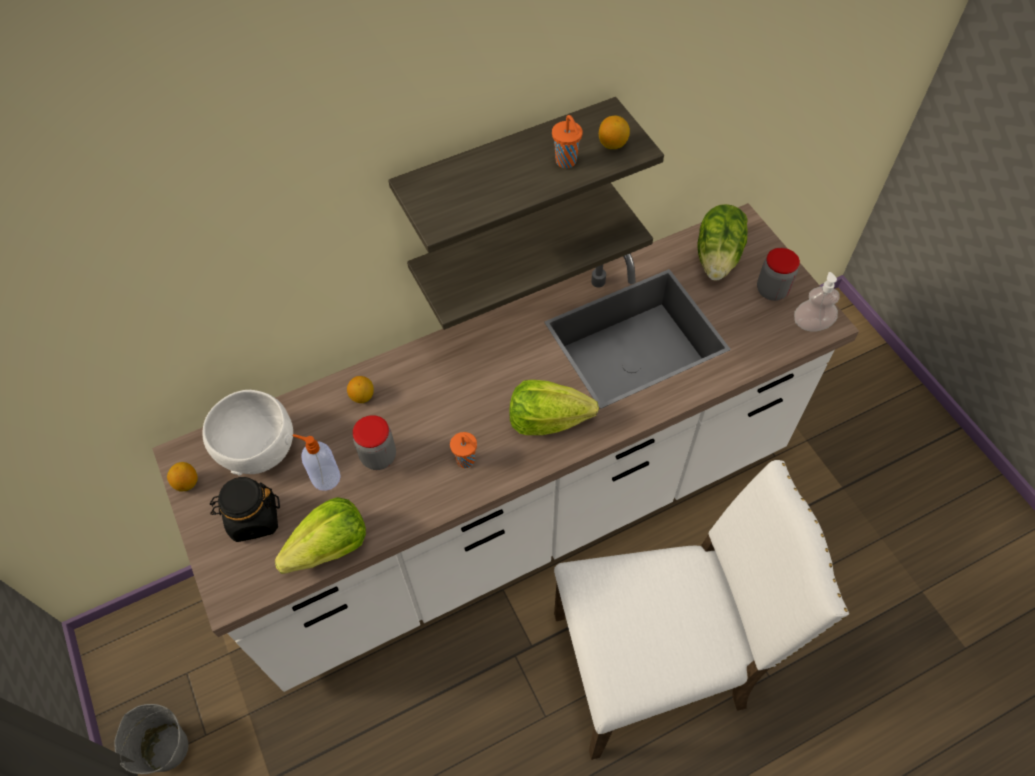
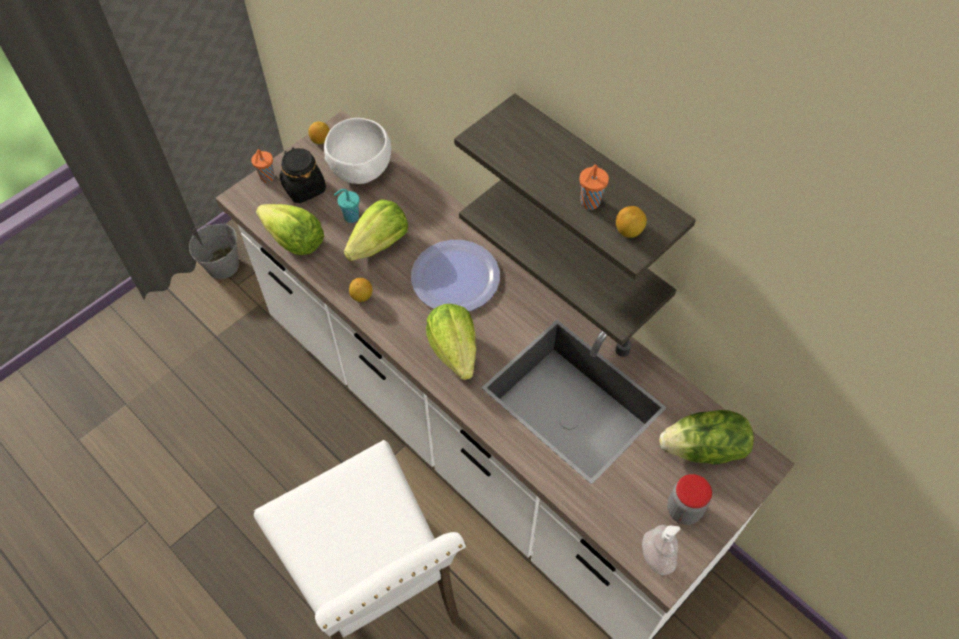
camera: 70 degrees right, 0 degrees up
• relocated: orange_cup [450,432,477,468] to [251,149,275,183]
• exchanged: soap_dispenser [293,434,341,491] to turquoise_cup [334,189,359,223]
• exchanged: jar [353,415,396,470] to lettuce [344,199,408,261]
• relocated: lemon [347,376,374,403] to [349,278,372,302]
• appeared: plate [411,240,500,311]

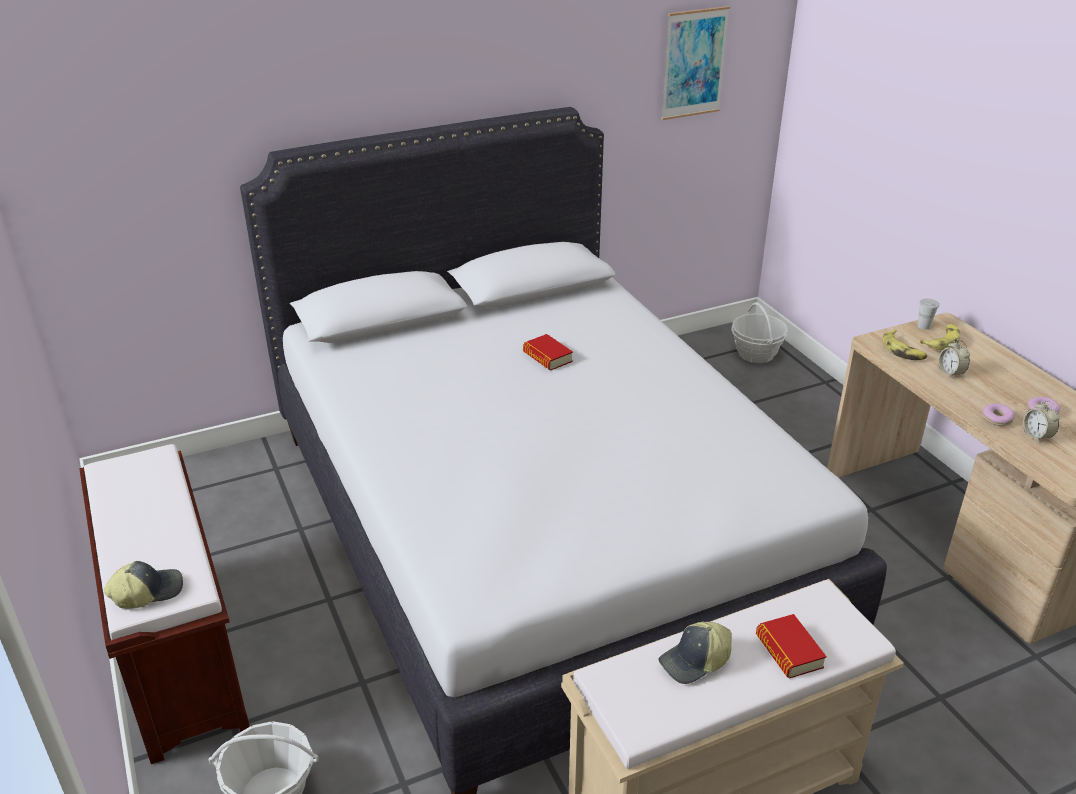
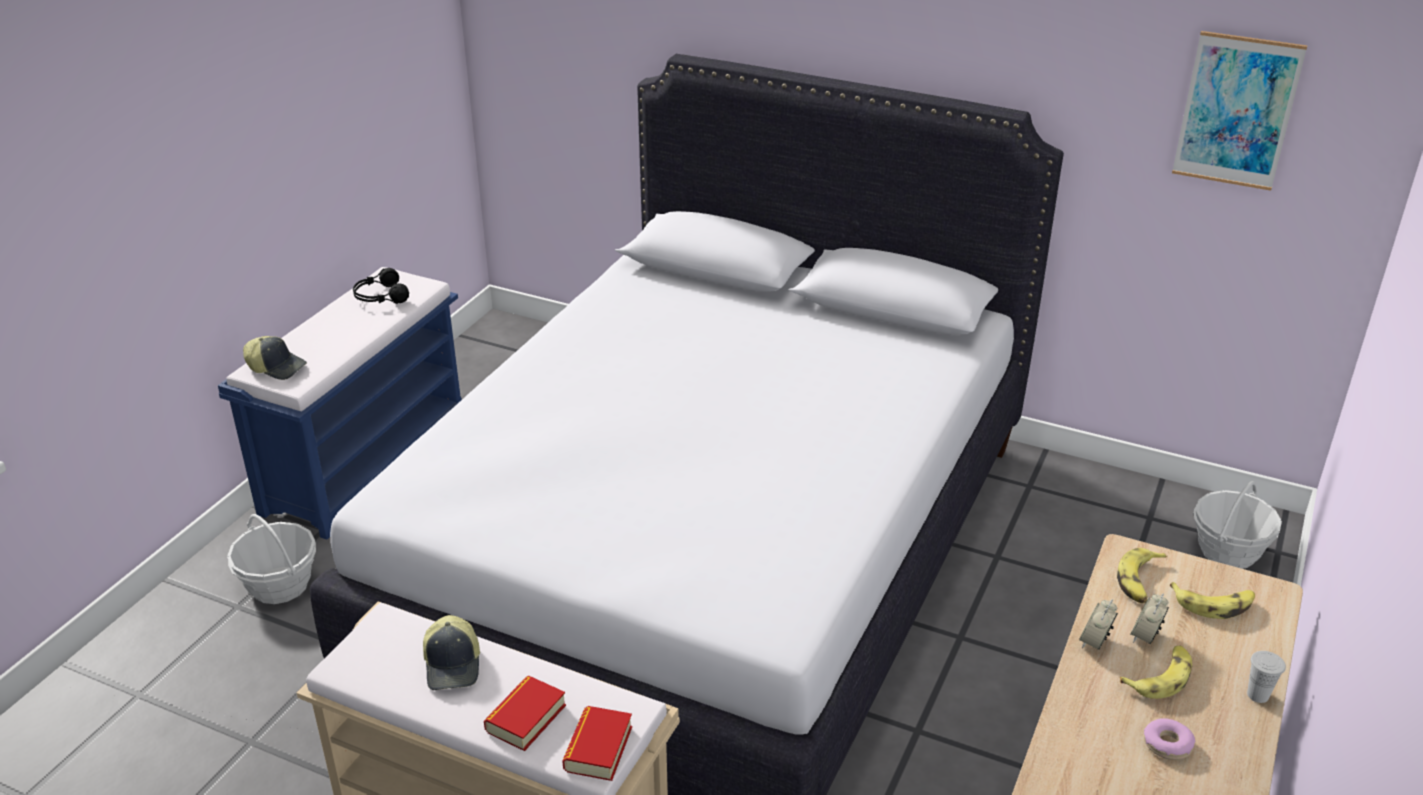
camera: 50 degrees right, 0 degrees up
• colour: brown_bench [79,444,250,764] to blue_bench [218,267,462,540]
• appeared: black_headphones [353,268,409,304]
• spun: cap [658,622,732,684] = [423,615,480,690] 120 degrees counterclockwise
• relocated: book [523,334,573,371] to [562,706,632,781]
• relocated: alarm_clock [1023,400,1060,443] to [1079,600,1118,650]
• appeared: banana [1120,646,1192,699]
• relocated: white_cup [918,299,939,330] to [1247,651,1286,703]
• missing: donut [982,403,1015,426]

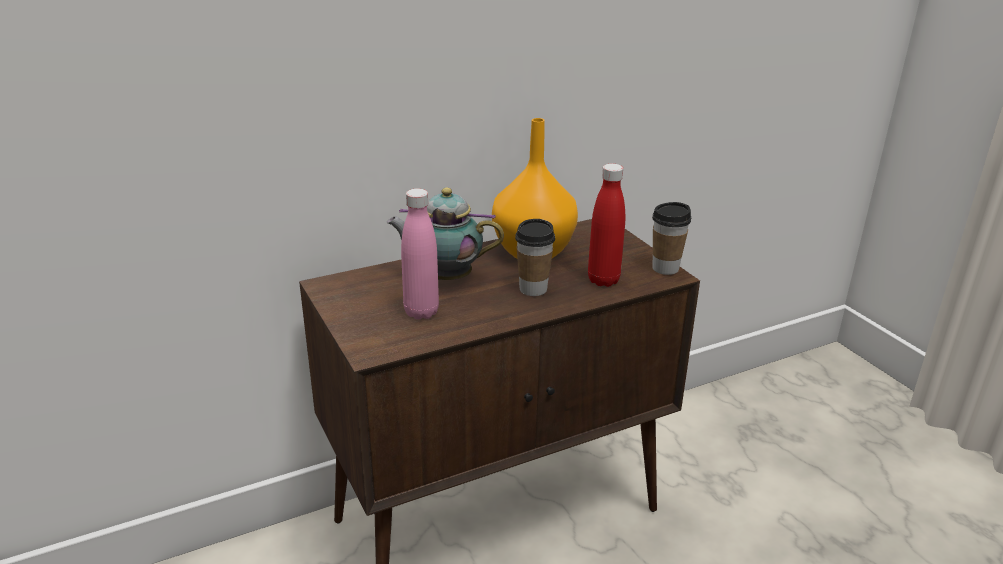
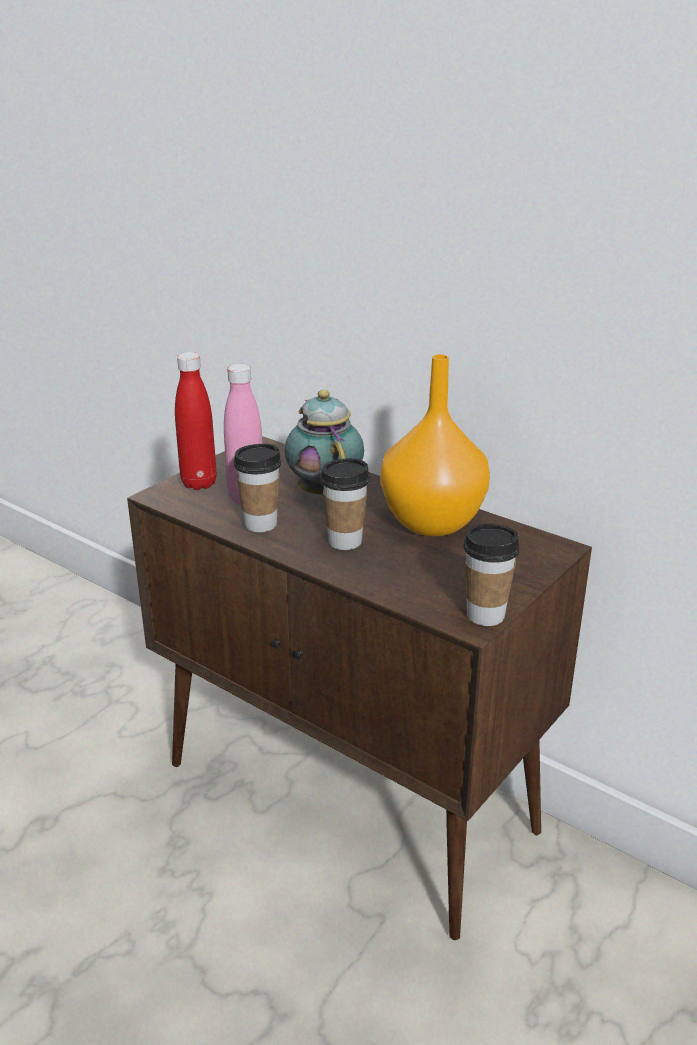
camera: 65 degrees right, 0 degrees up
• relocated: red_bottle [588,164,625,287] to [175,352,217,490]
• appeared: cup [234,444,281,532]

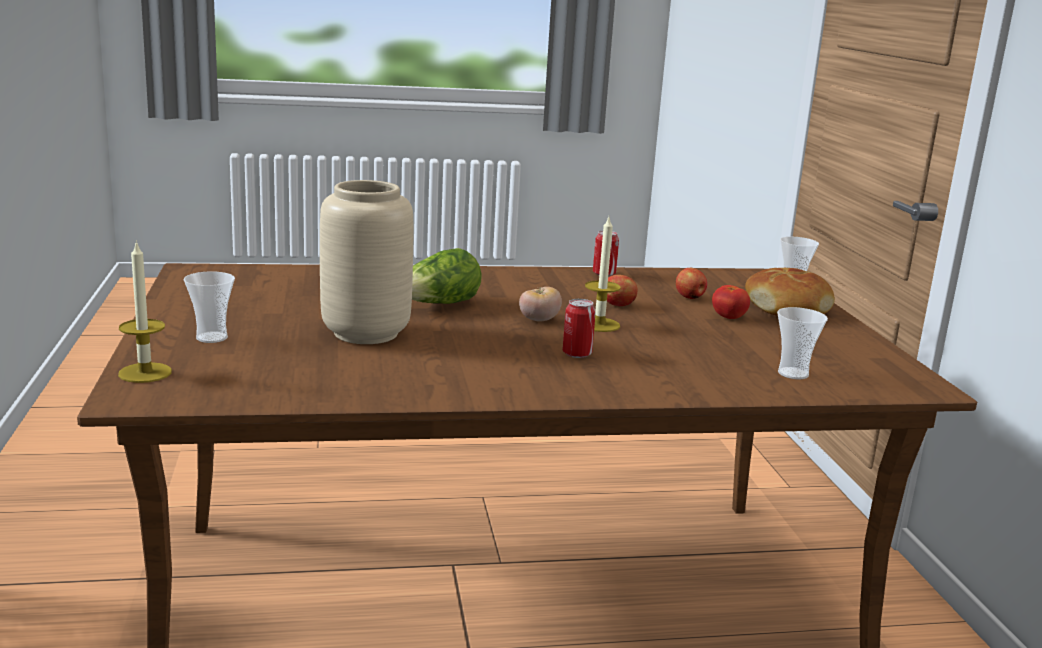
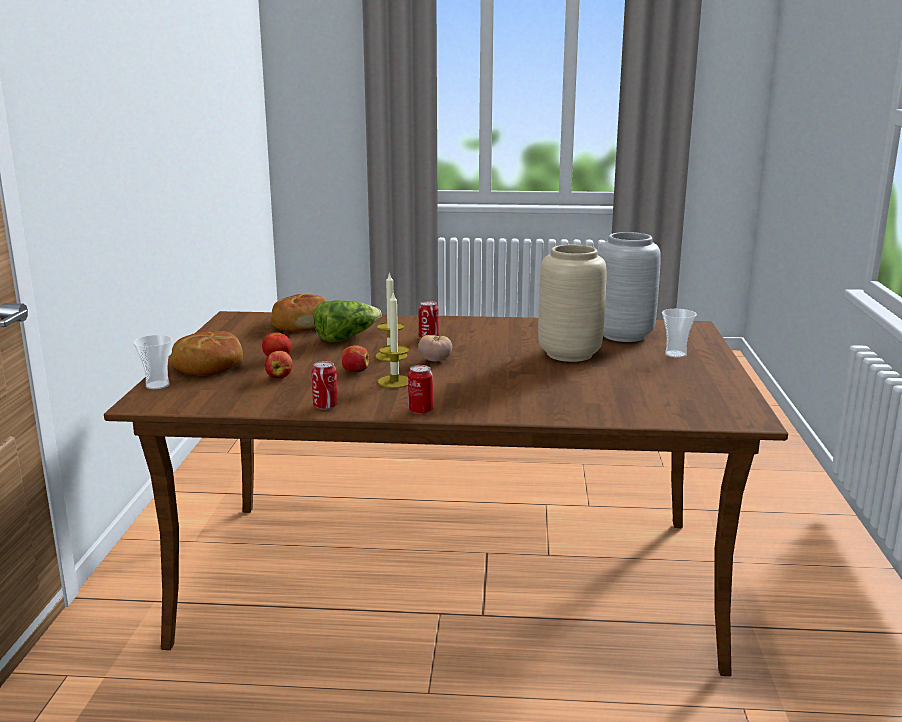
camera: 165 degrees left, 0 degrees up
• exchanged: cup [777,307,828,379] to bread [271,294,328,331]
• relocated: lettuce [412,248,482,304] to [313,300,382,342]
• relocated: candle [118,240,172,383] to [378,293,409,388]
• appeared: can [408,365,433,414]
• appeared: grey_vase [598,232,661,342]

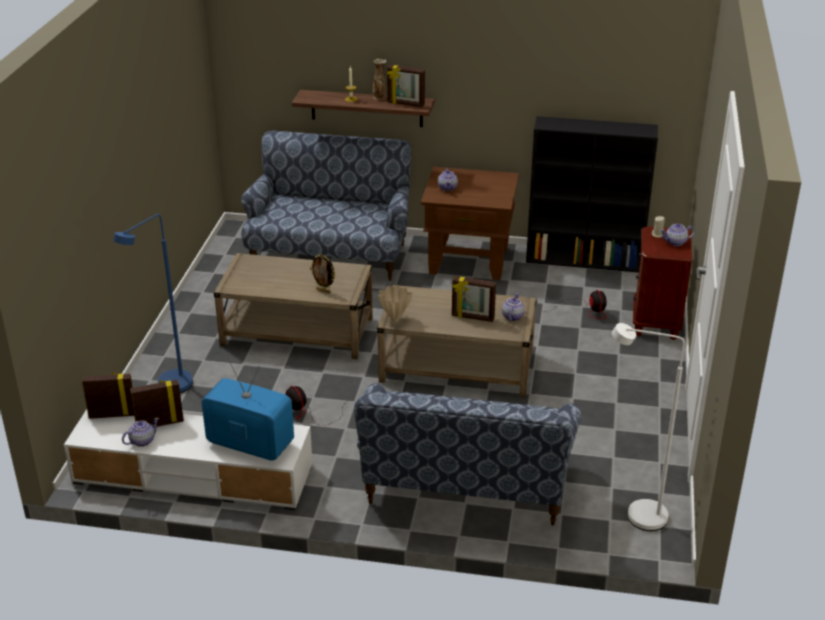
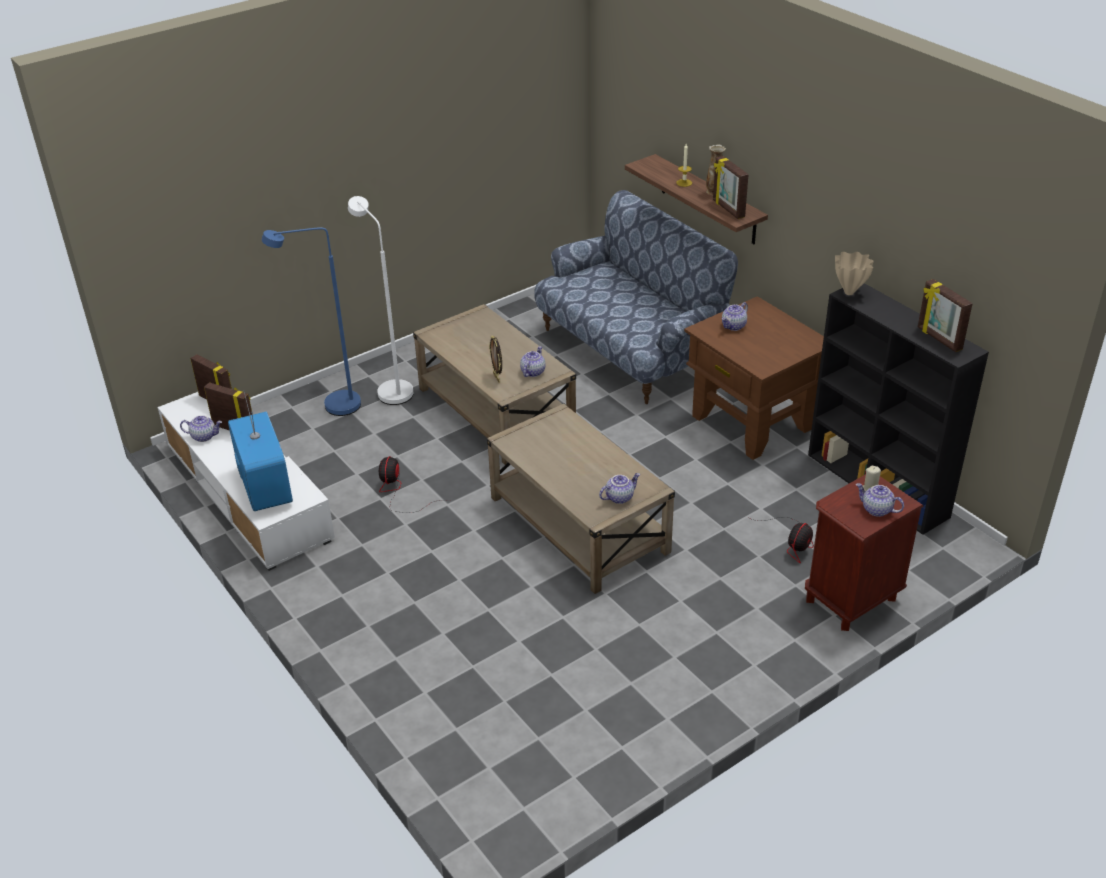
camera: 45 degrees right, 5 degrees up
• relocated: white_floor_lamp [612,323,685,531] to [348,196,414,405]
• appeared: teapot [520,346,546,377]
• relocated: beige_vase [378,285,412,322] to [835,252,874,295]
• relocated: picture_frame [452,276,496,322] to [918,279,973,352]
• missing: sofa [354,383,582,525]

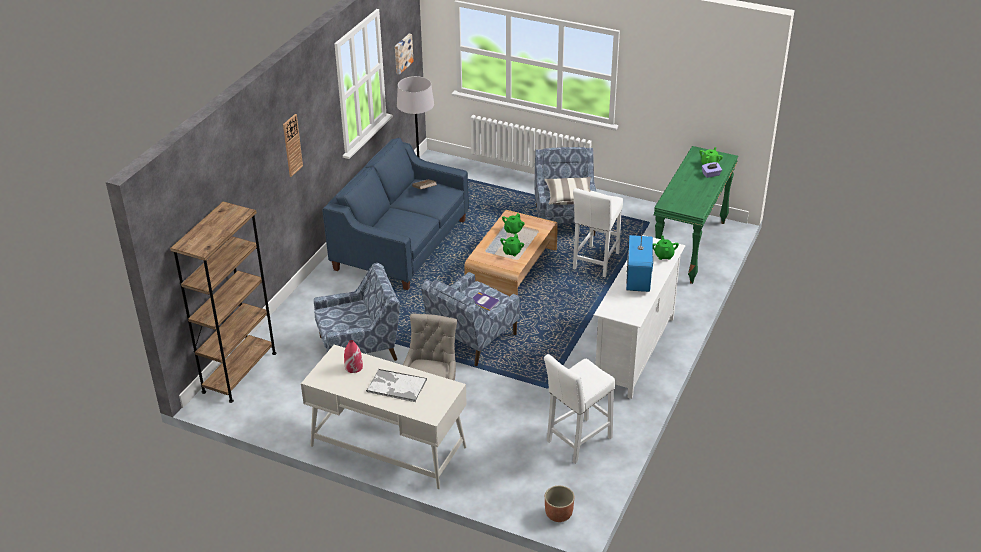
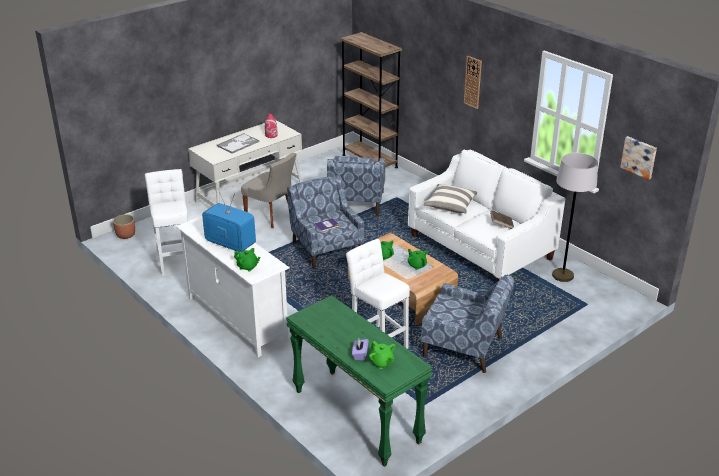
camera: 115 degrees right, 5 degrees down
• colour: blue_sofa [322,138,469,290] to white_sofa [408,150,565,281]
• relocated: pillow [545,177,591,205] to [423,184,477,213]

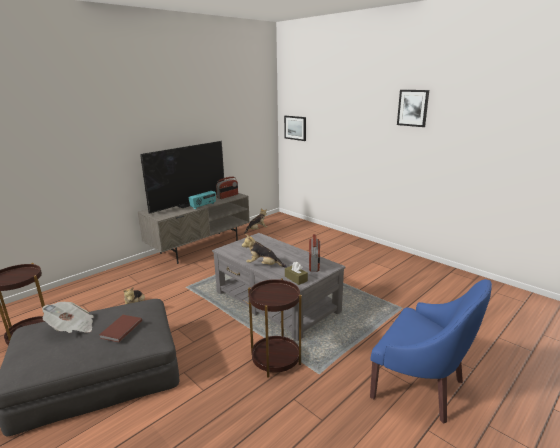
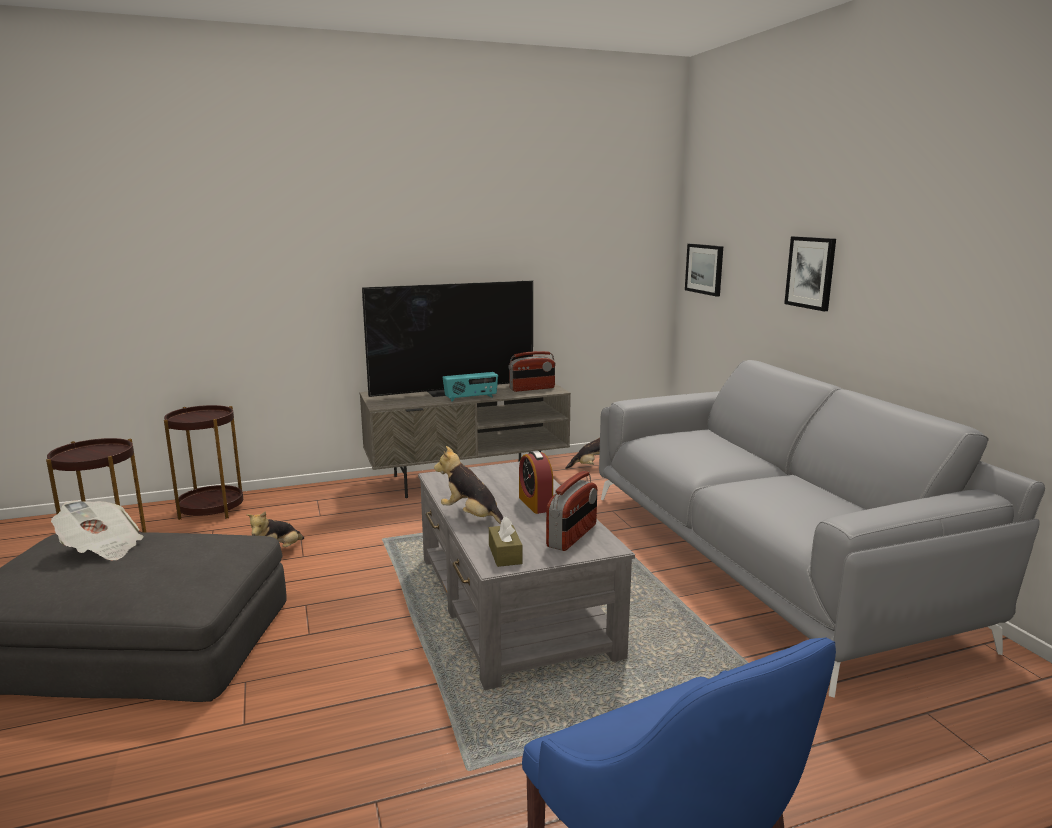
camera: 25 degrees right, 5 degrees down
• relocated: brown_side_table [248,278,302,378] to [164,405,243,520]
• appeared: alarm_clock [519,450,553,514]
• appeared: grey_sofa [599,360,1045,698]
• relocated: picture [397,90,429,127] to [784,236,836,311]
• missing: brown_book [99,315,142,343]

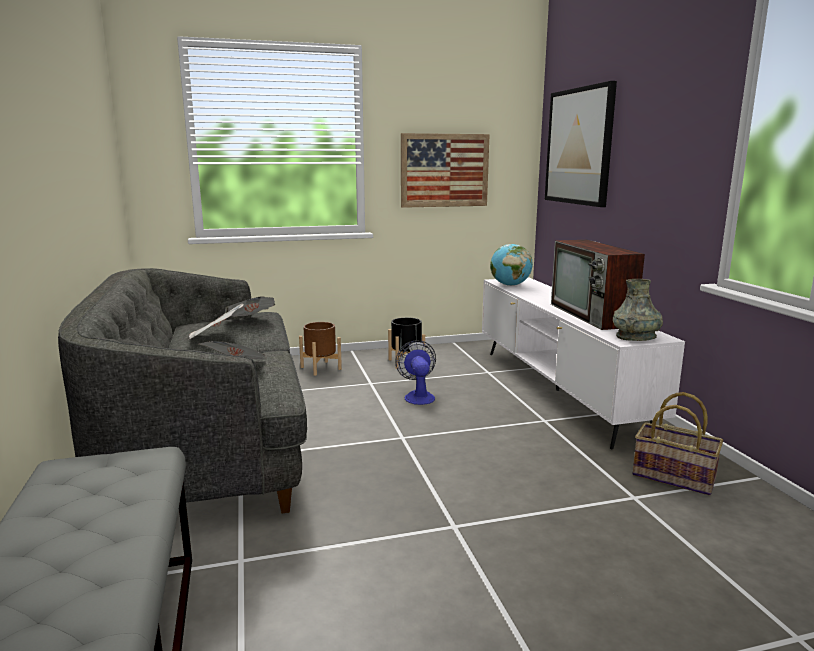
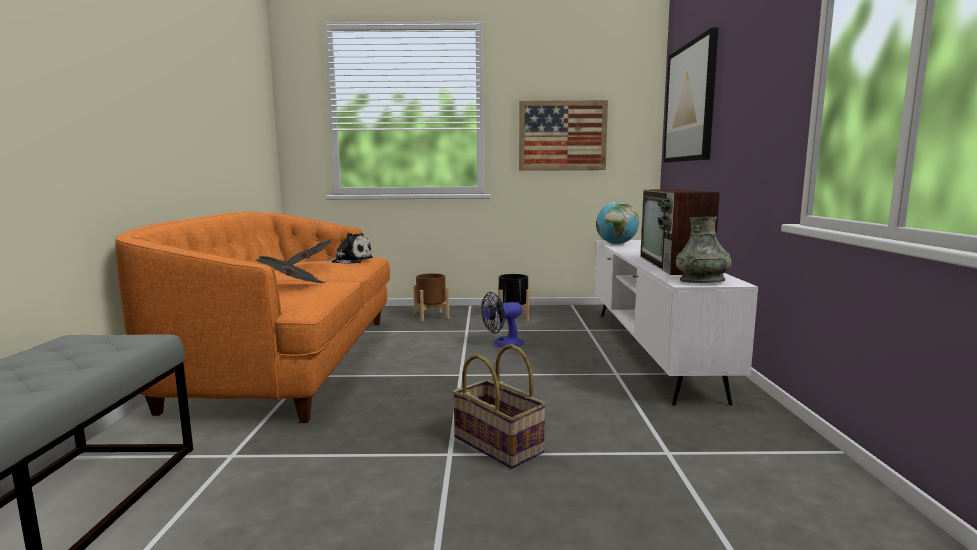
camera: 15 degrees right, 5 degrees down
• colour: grey_sofa [58,268,307,513] to orange_sofa [115,212,390,423]
• exchanged: newspaper [225,297,275,317] to plush_toy [324,233,373,264]
• relocated: basket [632,392,723,495] to [452,344,547,469]
• spun: fan [395,340,436,405] = [481,292,524,347] 120 degrees counterclockwise

